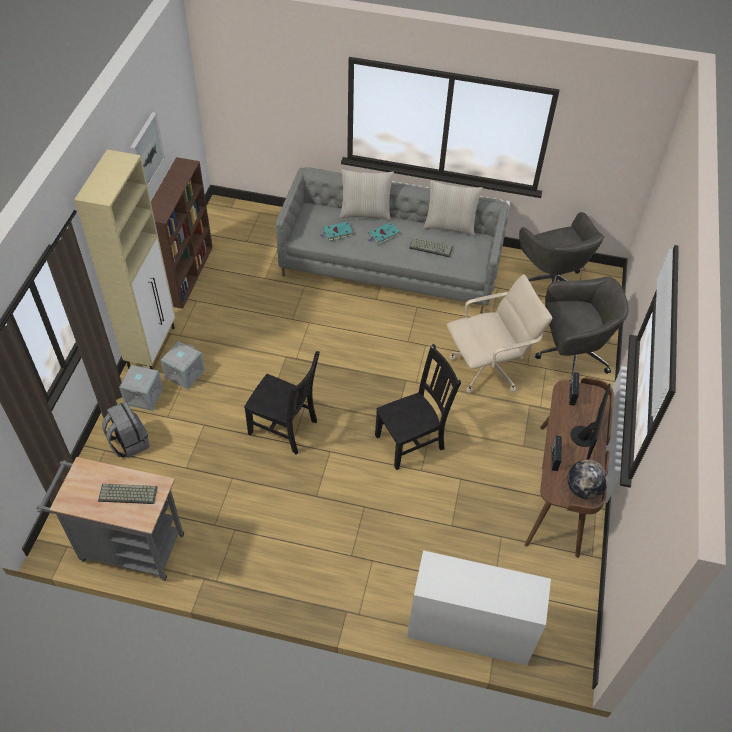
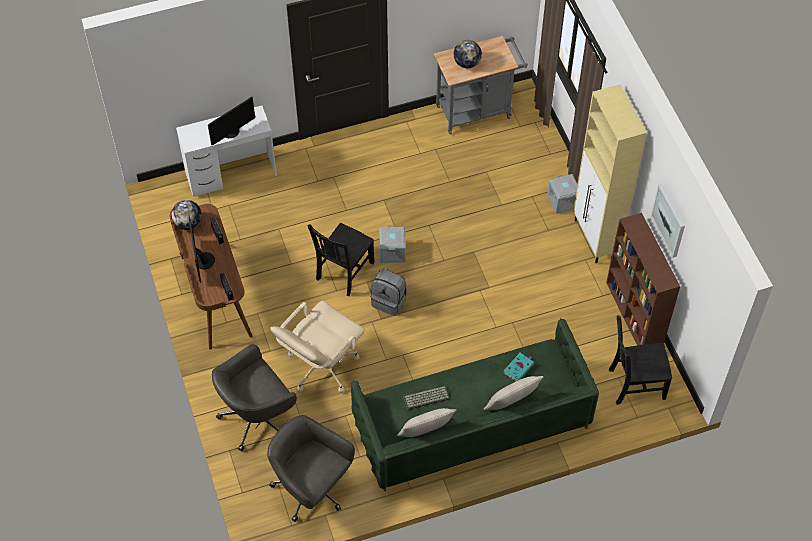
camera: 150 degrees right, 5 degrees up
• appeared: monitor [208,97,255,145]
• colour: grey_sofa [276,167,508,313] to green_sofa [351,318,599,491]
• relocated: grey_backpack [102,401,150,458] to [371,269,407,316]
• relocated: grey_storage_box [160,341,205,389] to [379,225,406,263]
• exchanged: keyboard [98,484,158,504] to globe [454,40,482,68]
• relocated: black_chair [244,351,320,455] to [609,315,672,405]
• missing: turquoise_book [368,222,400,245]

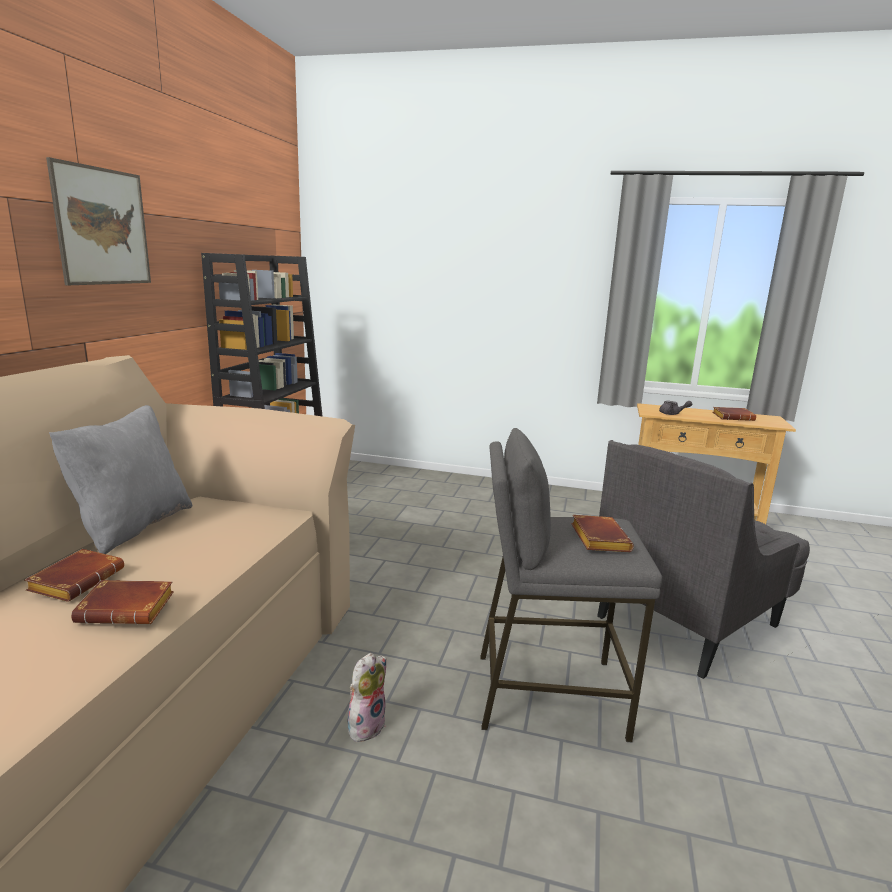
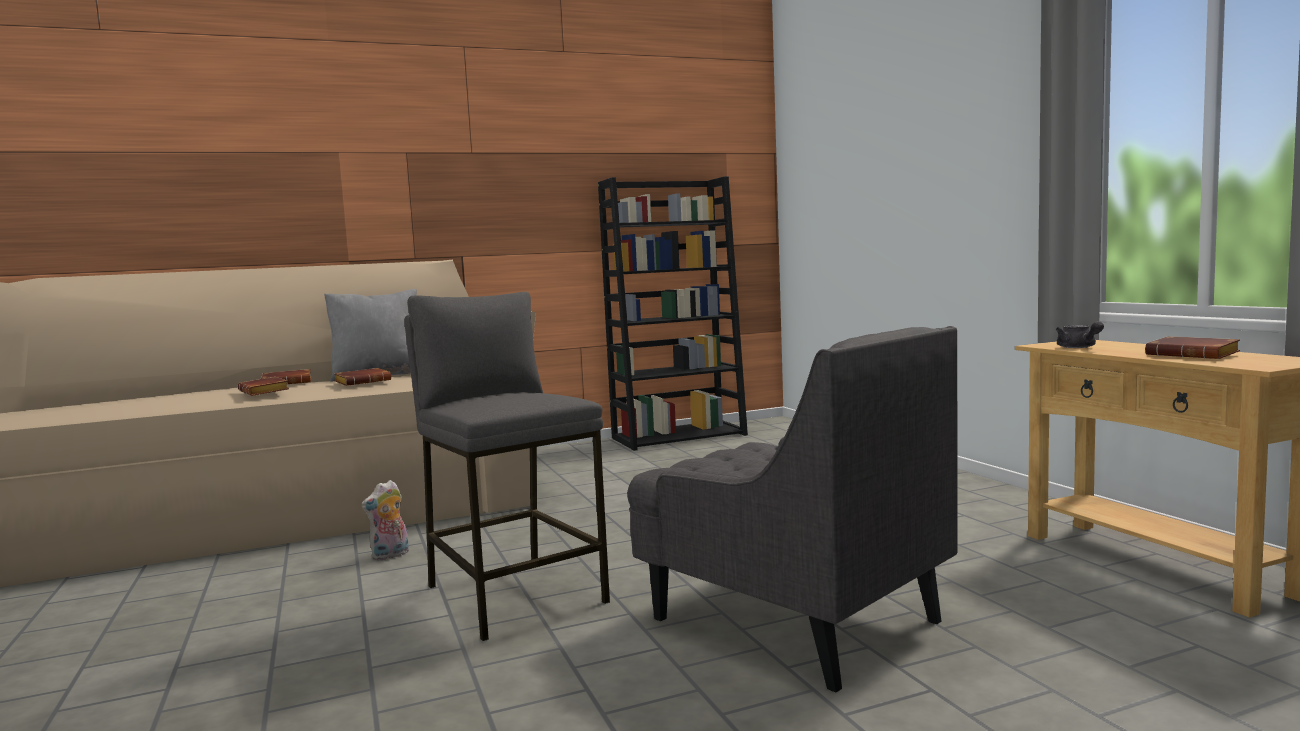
camera: 55 degrees right, 10 degrees down
• relocated: brown_book [571,515,634,552] to [334,368,391,386]
• spun: plush_toy [348,653,386,745] = [361,480,409,561] 135 degrees clockwise
• spun: grey_armchair [597,440,810,679] = [627,326,958,692] 150 degrees counterclockwise
• missing: picture [46,157,151,285]

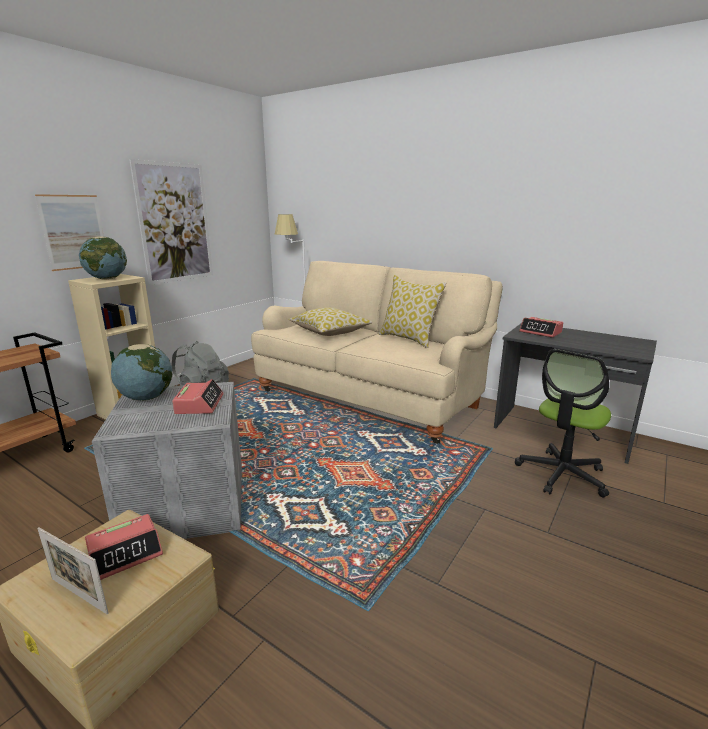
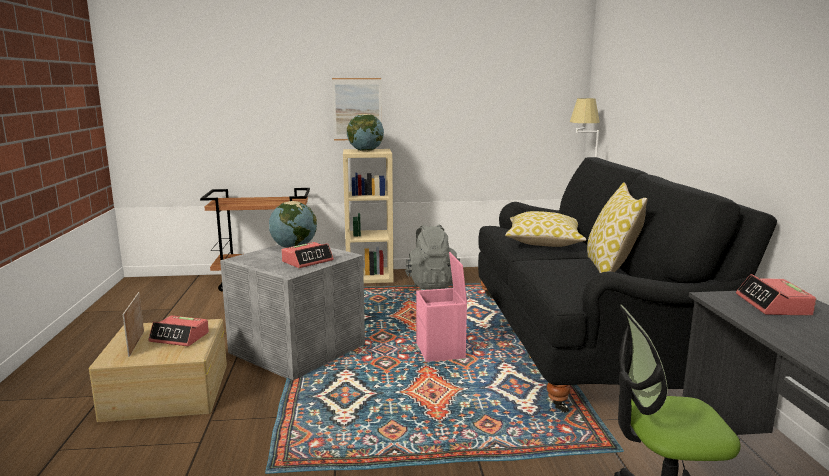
camera: 50 degrees right, 5 degrees down
• appeared: pink_storage_box [416,252,467,362]
• colour: beige_sofa [251,261,503,444] to black_sofa [478,157,777,413]
• missing: picture [129,159,213,285]

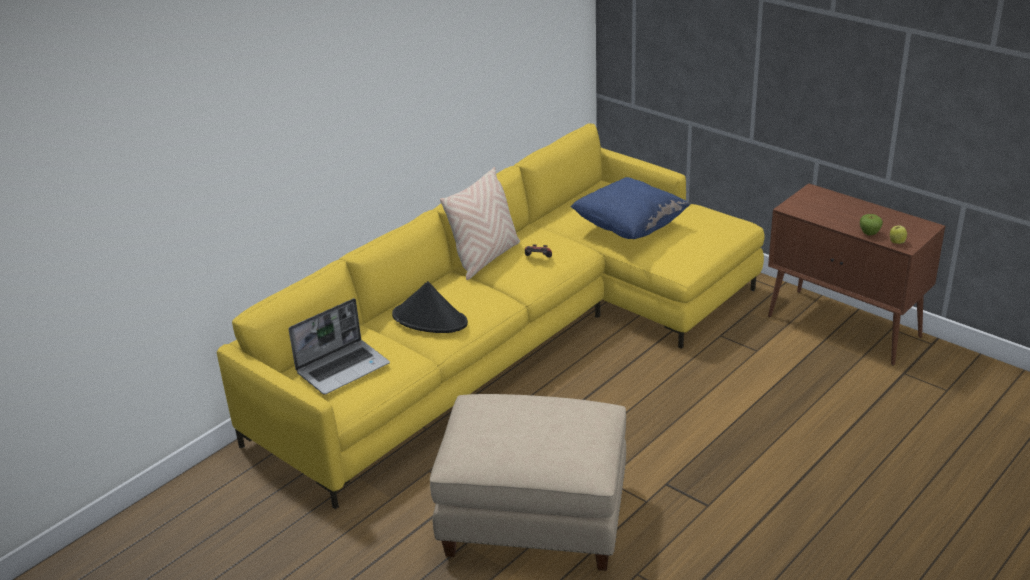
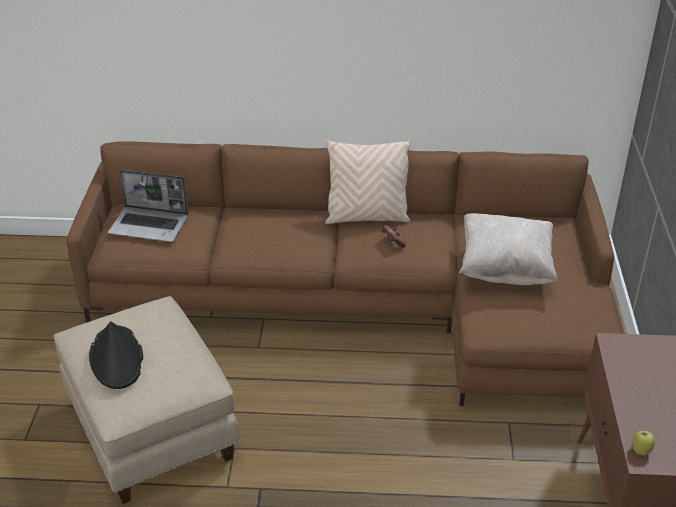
camera: 50 degrees right, 5 degrees up
• colour: yellow_sofa [217,123,765,509] to brown_sofa [66,141,624,406]
• relocated: black_hat [392,281,468,333] to [89,321,143,389]
• colour: blue_pillow [570,177,690,239] to beige_pillow [459,213,558,285]
• missing: apple [860,214,883,236]

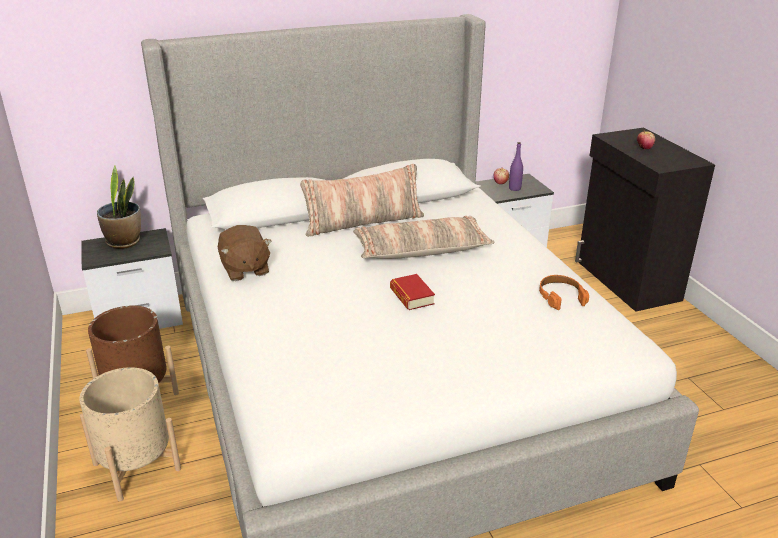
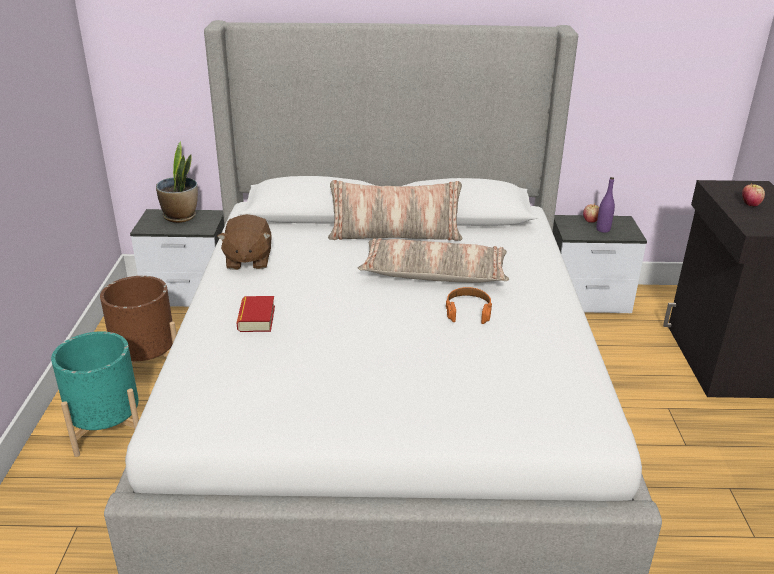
camera: 20 degrees right, 0 degrees up
• colour: beige_planter [79,367,181,501] to turquoise_planter [51,331,139,457]
• relocated: book [390,274,435,310] to [236,296,275,332]
• relocated: orange_headphones [539,275,589,310] to [446,287,492,324]

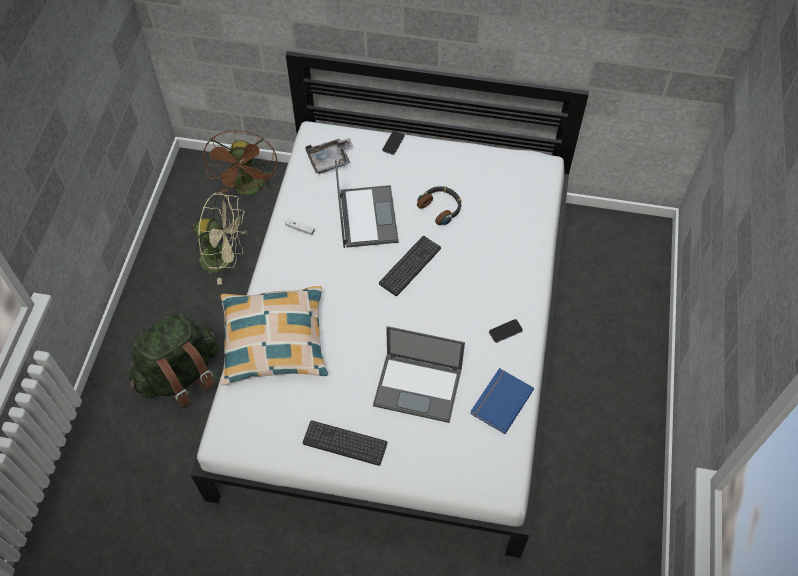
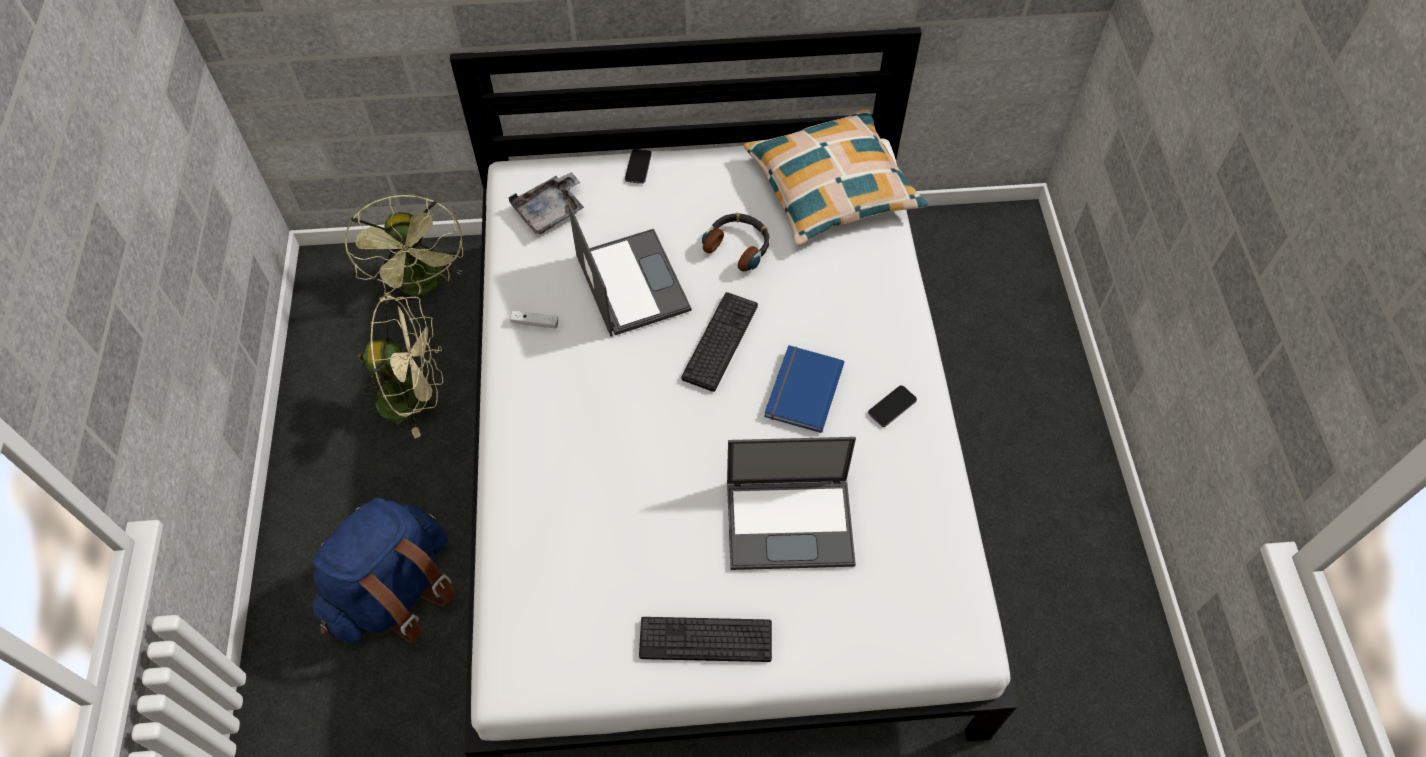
camera: 15 degrees left, 0 degrees up
• colour: green_backpack [129,314,220,408] to blue_backpack [313,498,455,643]
• colour: brown_fan [203,130,277,195] to green_fan [344,195,463,302]
• relocated: pillow [220,286,328,385] to [744,109,928,246]
• relocated: blue_book [470,368,534,434] to [764,345,844,433]

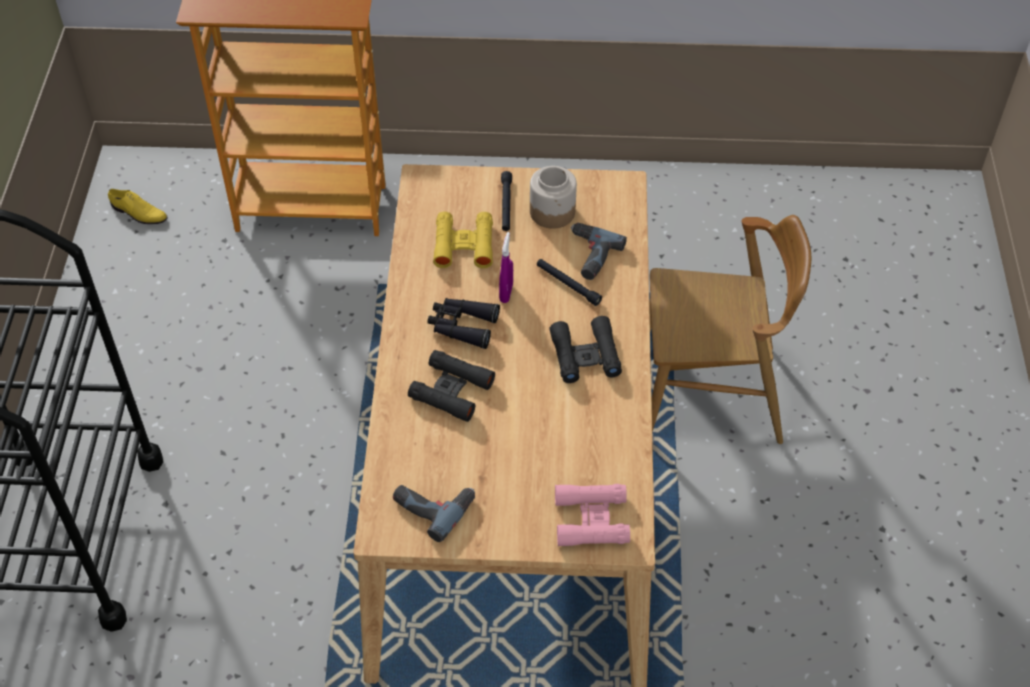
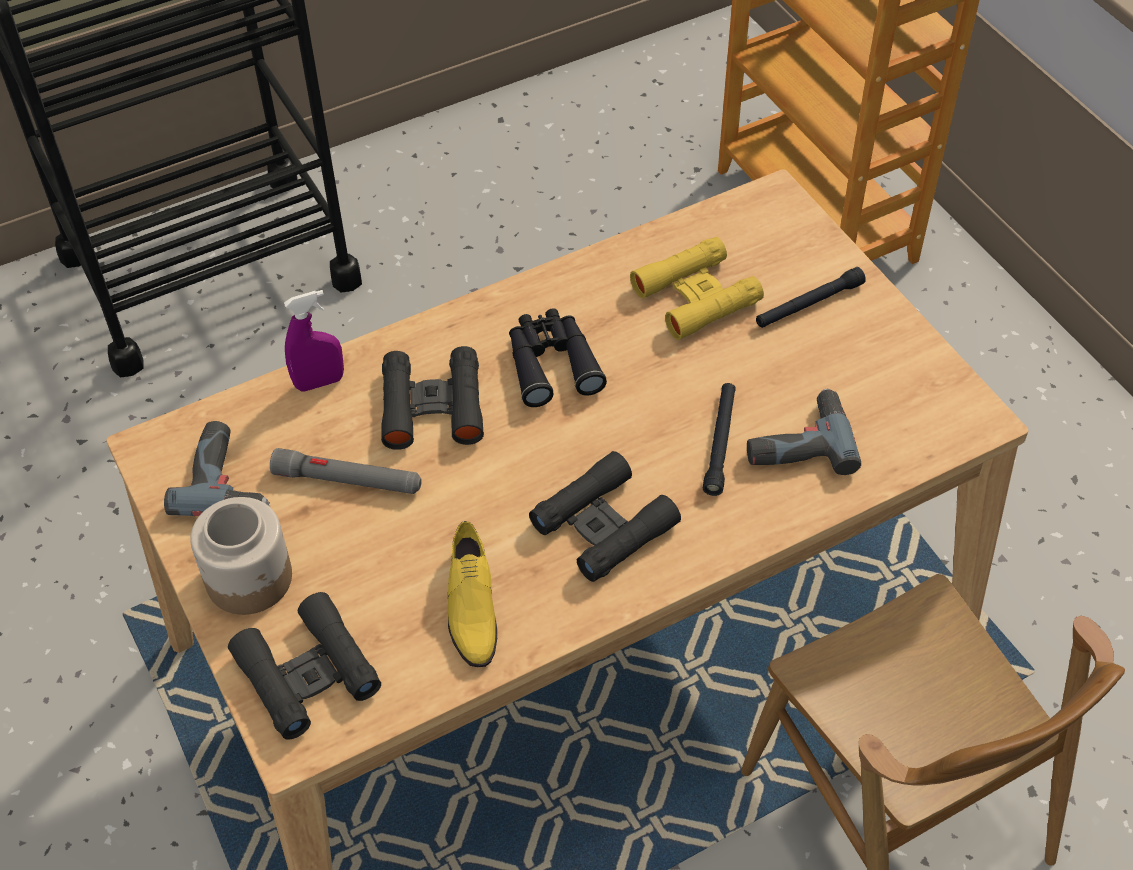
camera: 60 degrees right, 0 degrees up
• relocated: jar [530,166,577,229] to [190,497,292,615]
• colour: pink_binoculars [555,484,630,546] to black_binoculars [228,592,381,740]
• appeared: grey_flashlight [270,448,422,494]
• relocated: purple_spray_bottle [499,232,513,303] to [284,290,344,392]
• relocated: yellow_shoe [108,189,168,224] to [447,521,497,667]

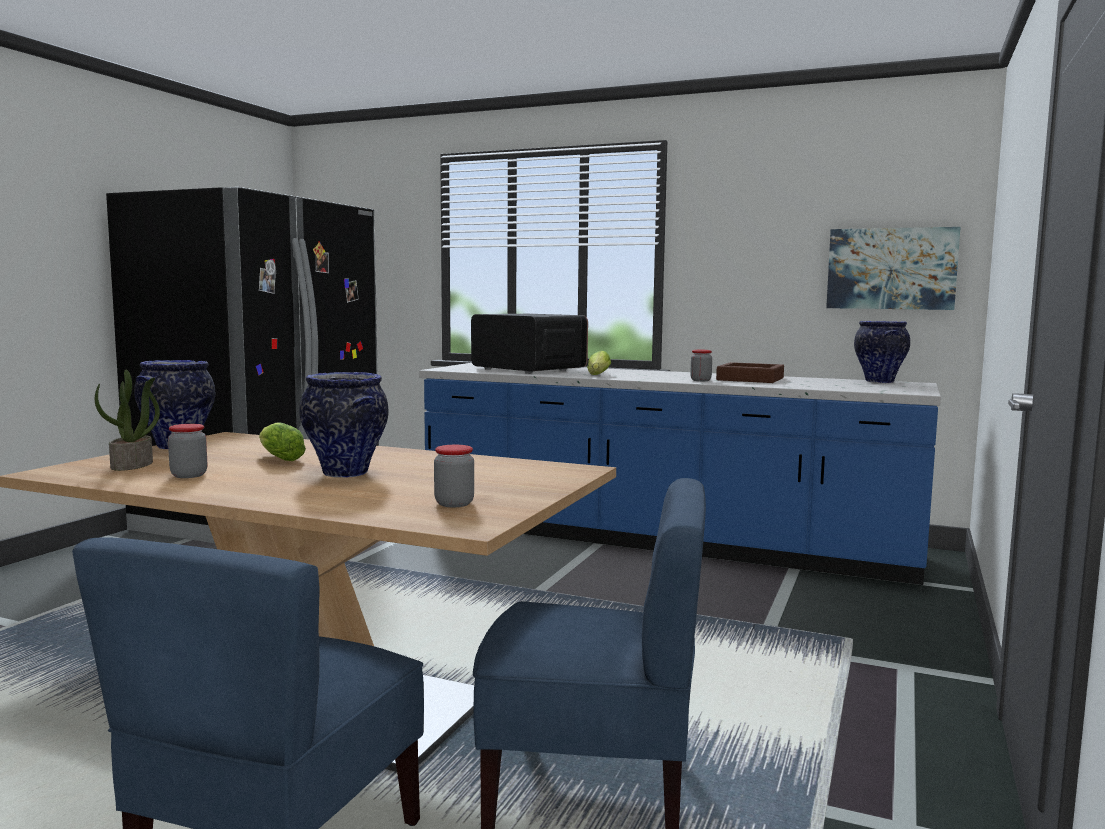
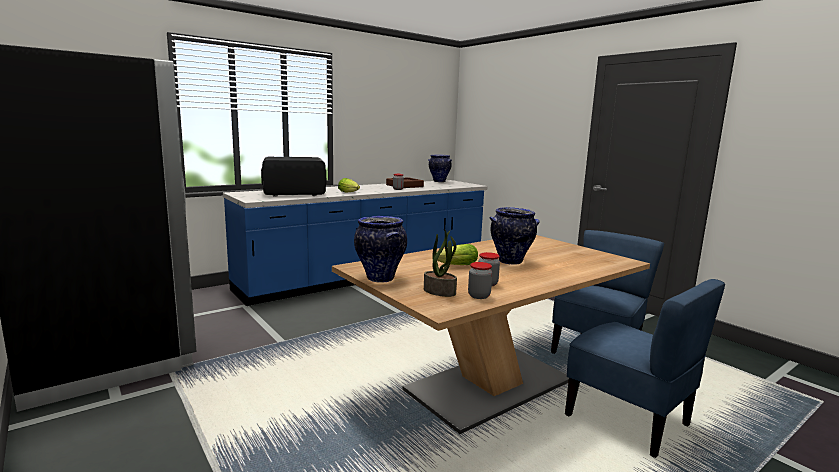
camera: 60 degrees left, 5 degrees up
• relocated: jar [434,445,474,507] to [468,262,492,299]
• missing: picture [826,227,961,310]

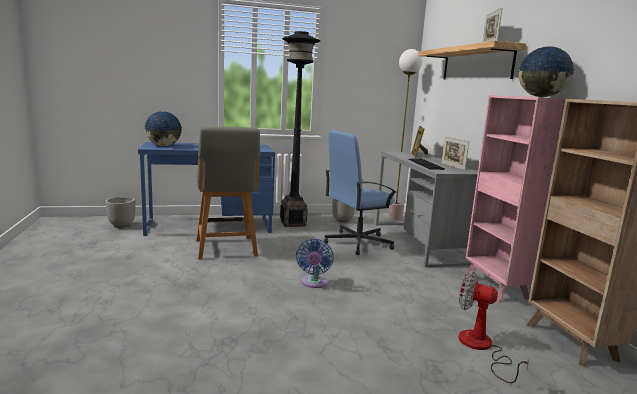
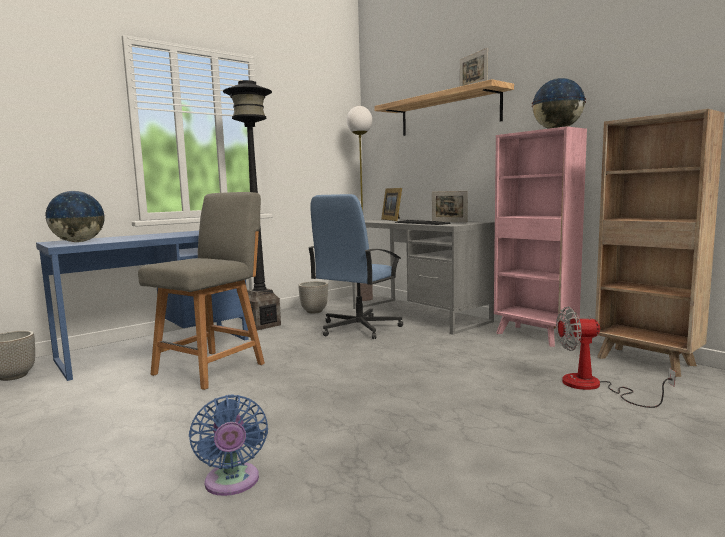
camera: 25 degrees left, 5 degrees down
• spun: grey_chair [196,126,260,260] = [138,192,265,390] 105 degrees counterclockwise
• relocated: blue_fan [296,239,334,288] to [189,394,268,496]

